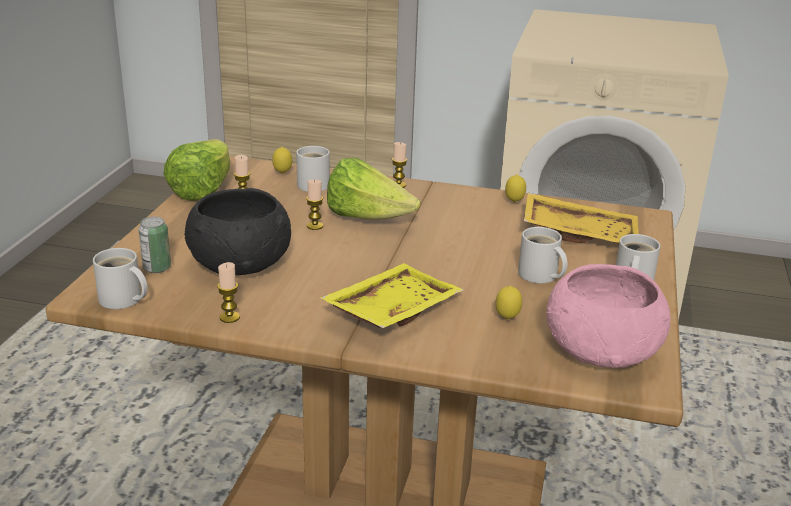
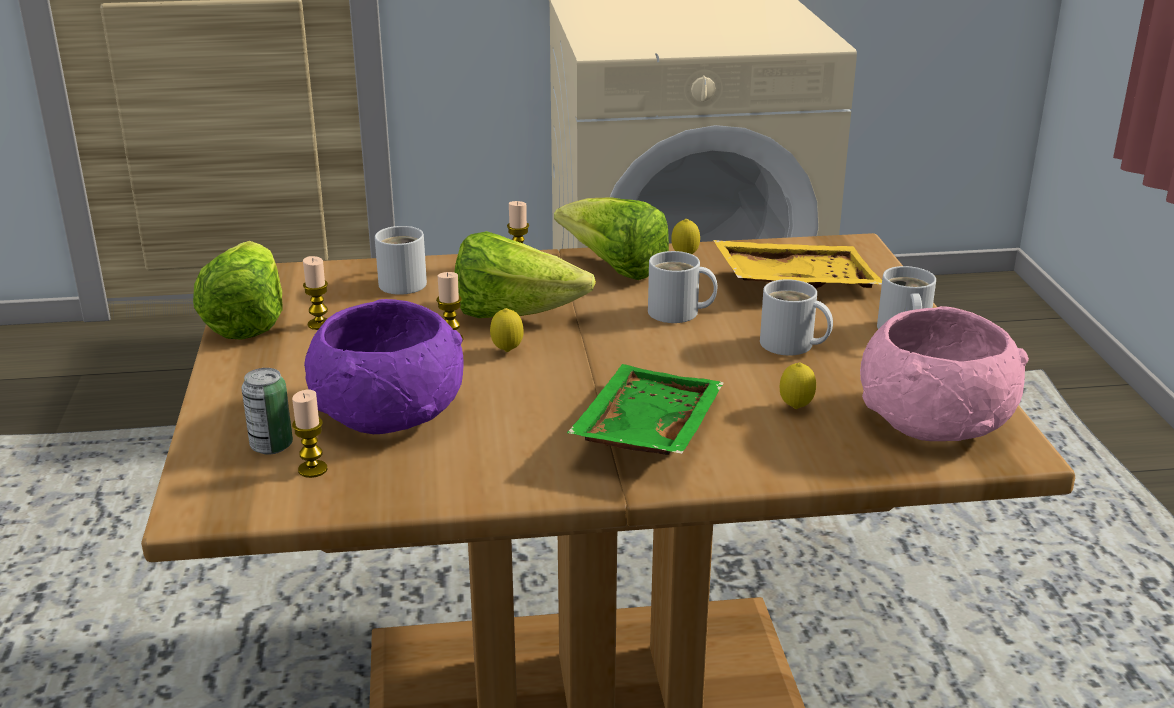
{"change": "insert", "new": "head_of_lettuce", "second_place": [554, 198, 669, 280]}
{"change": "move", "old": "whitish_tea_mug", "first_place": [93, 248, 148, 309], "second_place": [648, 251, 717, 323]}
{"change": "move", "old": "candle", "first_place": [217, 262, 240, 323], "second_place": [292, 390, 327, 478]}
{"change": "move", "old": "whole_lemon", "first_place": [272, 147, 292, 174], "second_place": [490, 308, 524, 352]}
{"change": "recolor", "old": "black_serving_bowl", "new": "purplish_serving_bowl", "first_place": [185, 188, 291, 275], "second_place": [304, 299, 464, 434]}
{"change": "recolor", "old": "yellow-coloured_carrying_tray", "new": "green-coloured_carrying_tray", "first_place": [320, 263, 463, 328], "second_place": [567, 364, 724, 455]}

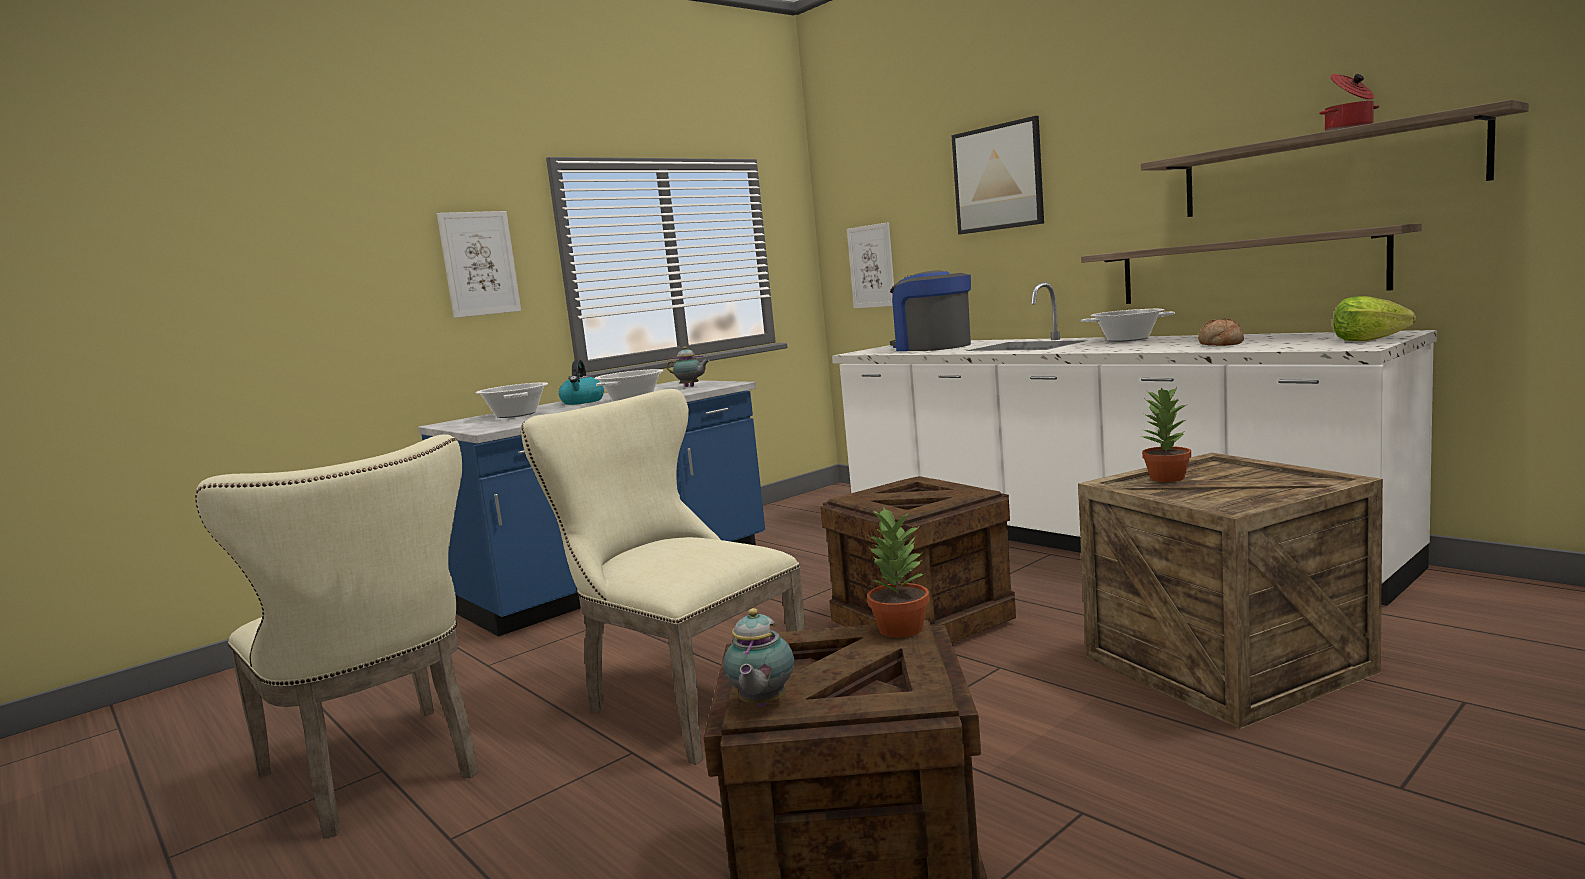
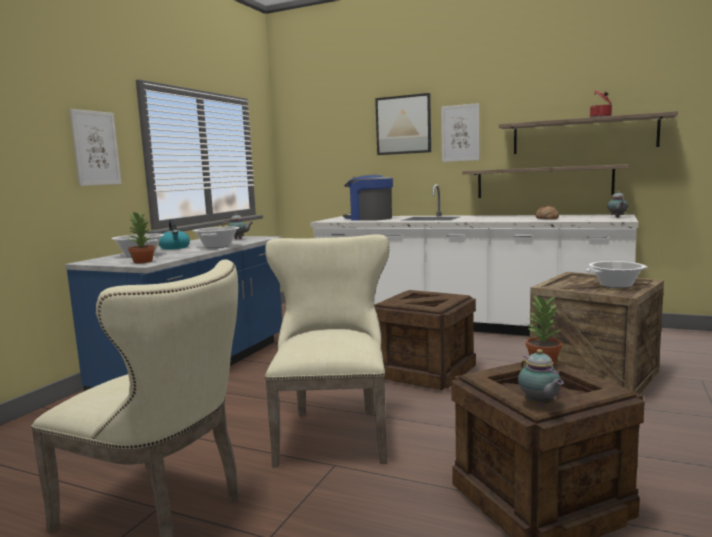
{"change": "move", "old": "wall_picture", "first_place": [847, 222, 894, 309], "second_place": [441, 103, 480, 162]}
{"change": "move", "old": "saucepot", "first_place": [1081, 309, 1175, 342], "second_place": [585, 261, 648, 288]}
{"change": "move", "old": "potted_plant", "first_place": [1141, 387, 1191, 482], "second_place": [128, 211, 155, 263]}
{"change": "replace", "old": "head_of_lettuce", "new": "pot_for_tea", "first_place": [1334, 296, 1416, 341], "second_place": [607, 191, 628, 218]}
{"change": "rotate", "old": "beige-coloured_plain_chair", "first_place": [521, 389, 806, 765], "second_place": [265, 235, 389, 467], "degrees": 75}

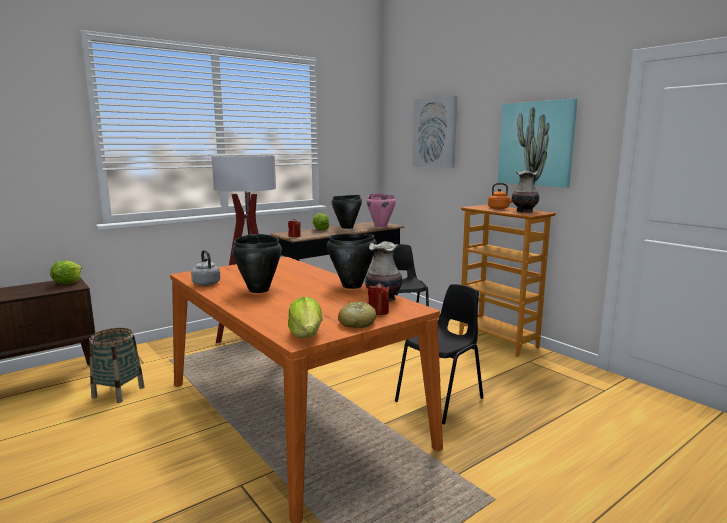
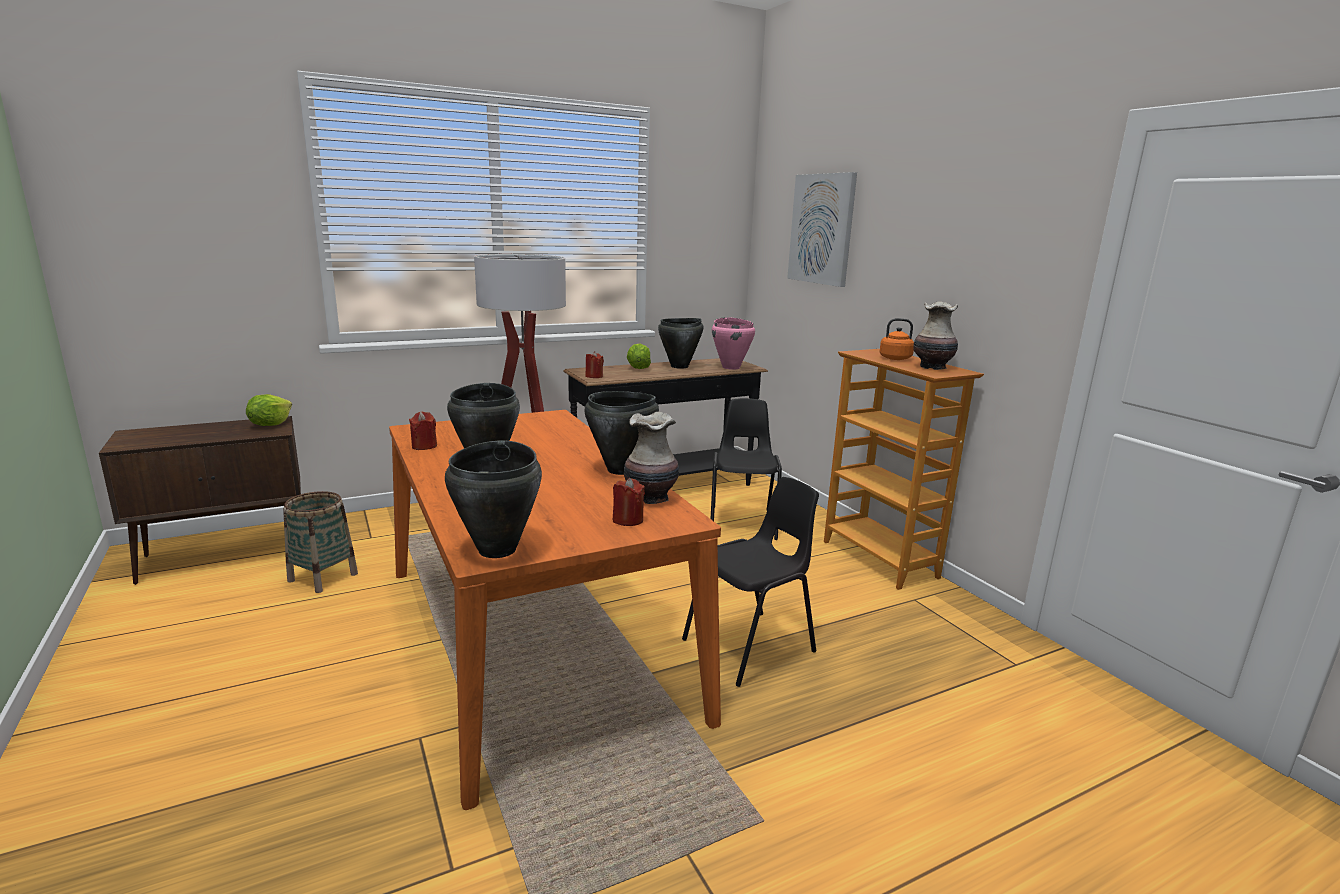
{"change": "delete", "old": "bread", "first_place": [338, 301, 376, 328]}
{"change": "delete", "old": "wall_picture", "first_place": [498, 99, 578, 188]}
{"change": "replace", "old": "greyish_tea_kettle", "new": "reddish_candle", "first_place": [191, 250, 220, 286], "second_place": [409, 412, 437, 450]}
{"change": "replace", "old": "head_of_lettuce", "new": "black_saucepot", "first_place": [288, 297, 323, 338], "second_place": [445, 440, 542, 558]}

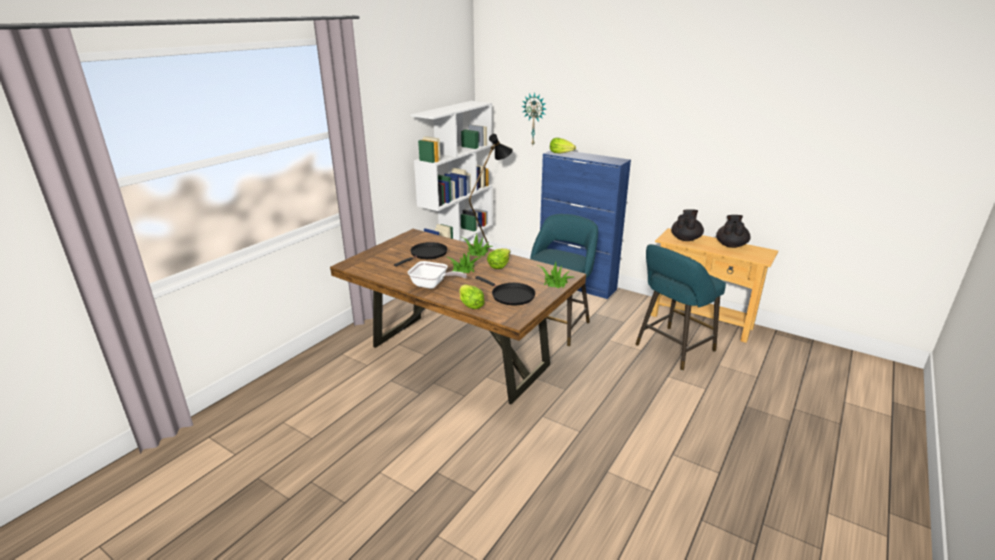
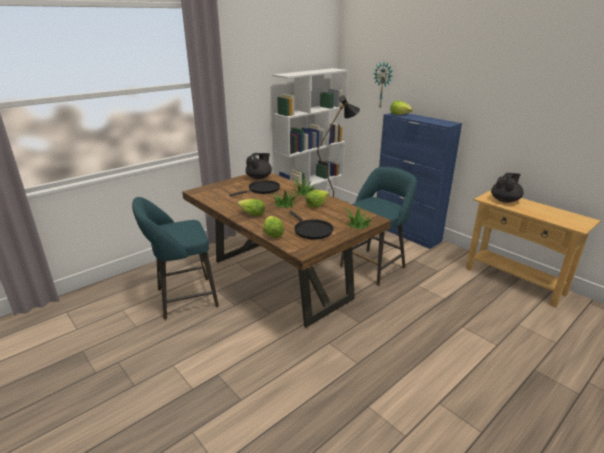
{"change": "move", "old": "turquoise_stool", "first_place": [635, 244, 726, 371], "second_place": [132, 197, 219, 320]}
{"change": "move", "old": "black_pot_for_tea", "first_place": [716, 215, 751, 248], "second_place": [245, 153, 272, 180]}
{"change": "replace", "old": "skillet", "new": "head_of_lettuce", "first_place": [408, 261, 467, 289], "second_place": [237, 199, 265, 216]}

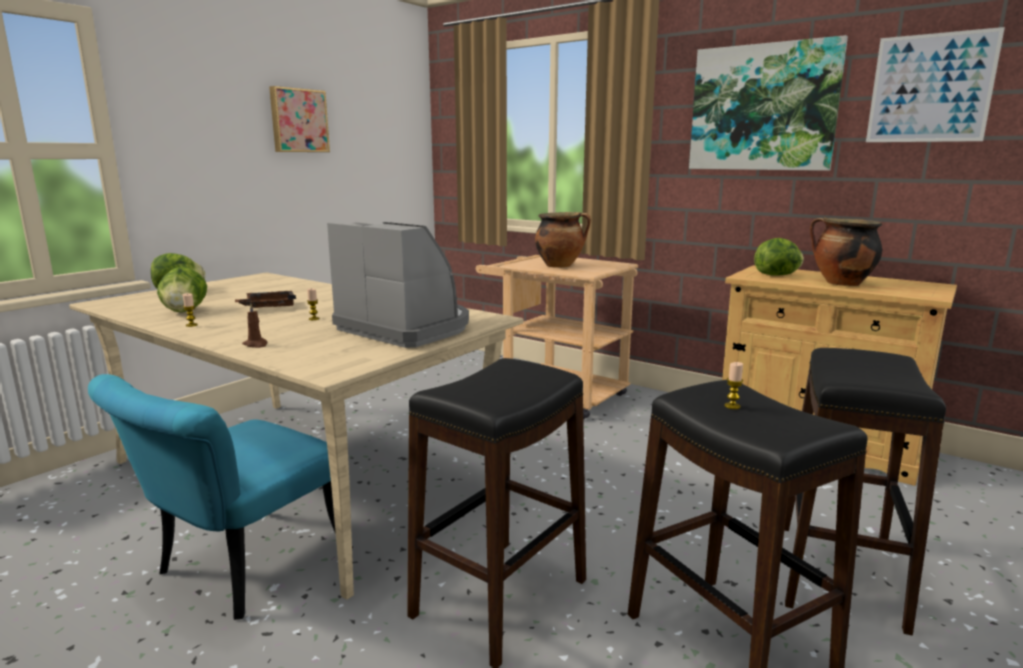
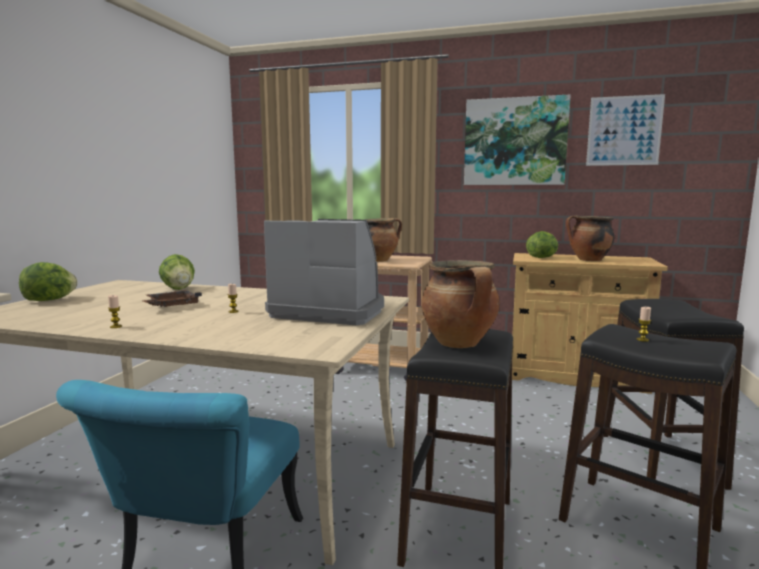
{"change": "delete", "old": "brown-coloured_candle", "first_place": [242, 304, 267, 348]}
{"change": "delete", "old": "wall_picture", "first_place": [269, 86, 330, 152]}
{"change": "insert", "new": "saucepot", "second_place": [421, 260, 500, 348]}
{"change": "move", "old": "head_of_lettuce", "first_place": [157, 266, 207, 313], "second_place": [159, 254, 195, 290]}

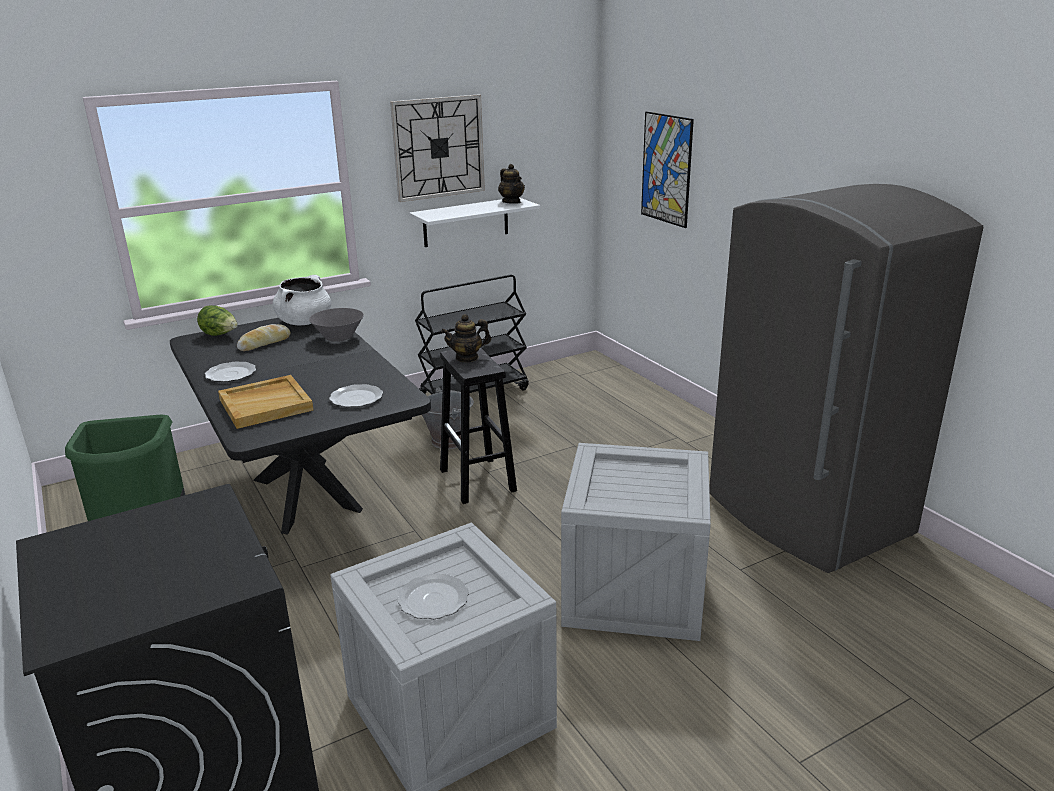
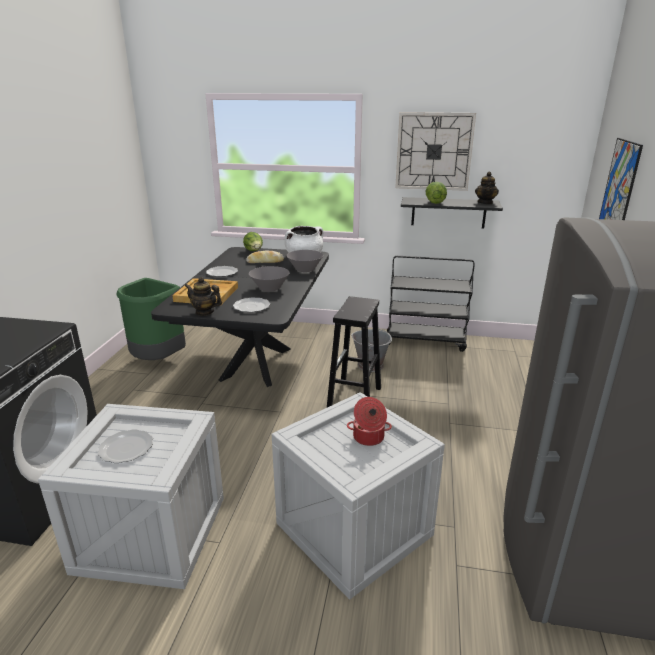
{"change": "insert", "new": "greyish_serving_bowl", "second_place": [249, 266, 290, 292]}
{"change": "insert", "new": "saucepot", "second_place": [347, 397, 392, 446]}
{"change": "insert", "new": "head_of_lettuce", "second_place": [426, 182, 447, 204]}
{"change": "move", "old": "pot_for_tea", "first_place": [441, 314, 491, 362], "second_place": [185, 277, 222, 316]}
{"change": "recolor", "old": "whitish_wall_shelf", "new": "black_wall_shelf", "first_place": [409, 198, 540, 247], "second_place": [401, 197, 503, 229]}

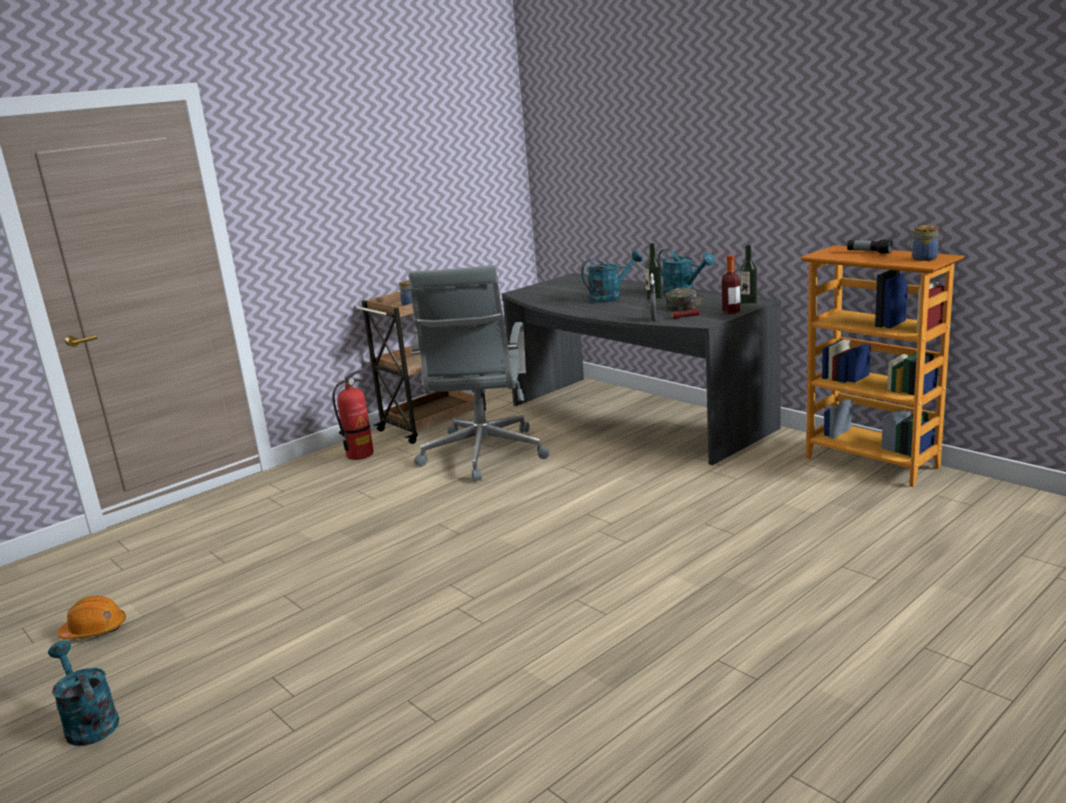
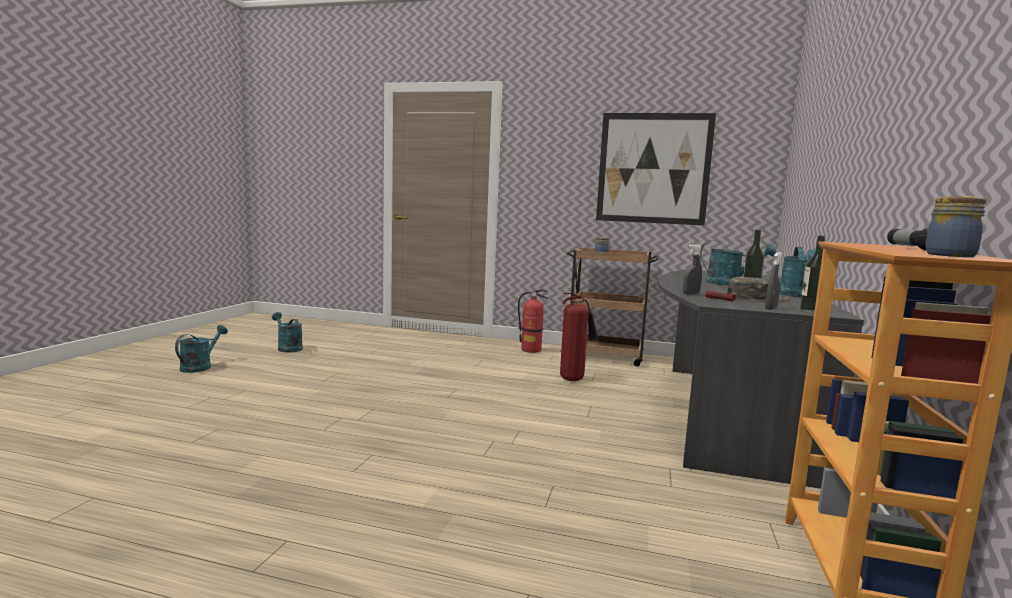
{"change": "insert", "new": "wall_picture", "second_place": [596, 113, 716, 225]}
{"change": "replace", "old": "orange_work_helmet", "new": "turquoise_watering_can", "first_place": [58, 596, 126, 639], "second_place": [272, 312, 303, 353]}
{"change": "replace", "old": "greyish_office_chair", "new": "extinguisher", "first_place": [408, 265, 549, 482], "second_place": [560, 293, 598, 381]}
{"change": "replace", "old": "drink_bottle", "new": "greyish_hand_sprayer", "first_place": [722, 255, 740, 314], "second_place": [765, 252, 782, 310]}

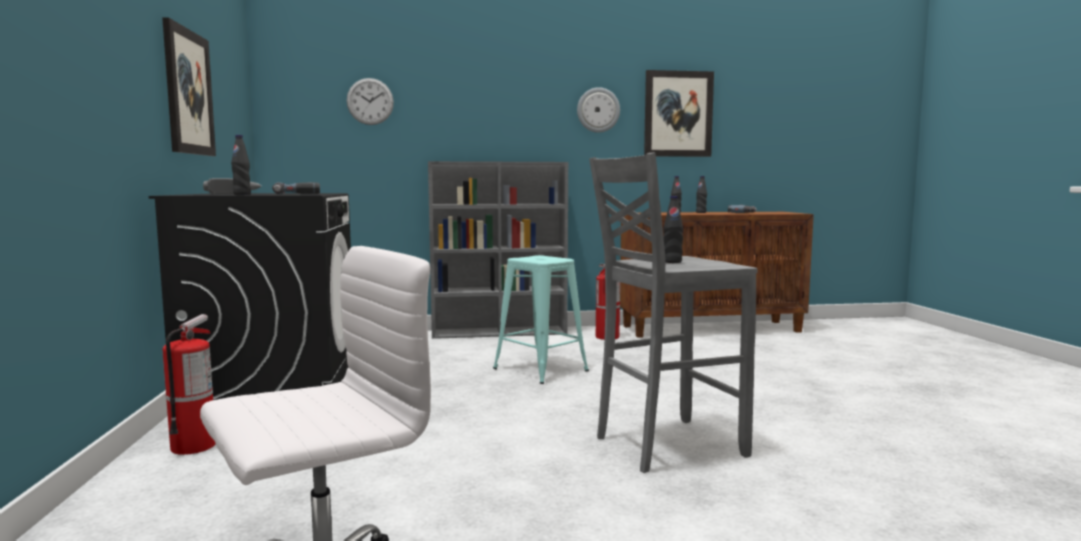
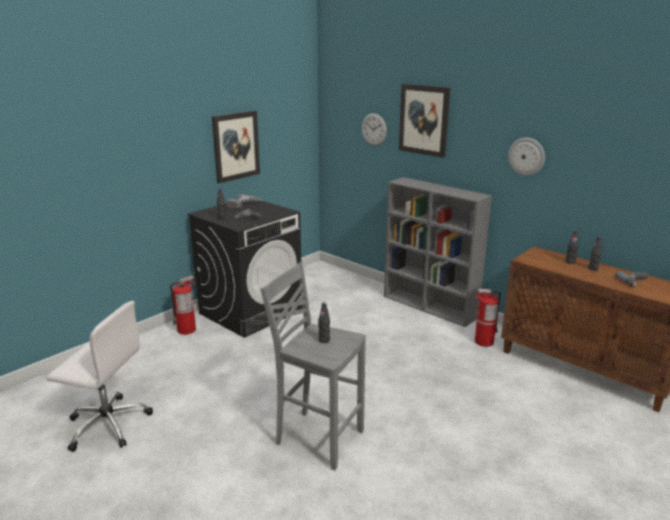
{"change": "delete", "old": "turquoise_stool", "first_place": [493, 255, 589, 384]}
{"change": "move", "old": "wall_picture", "first_place": [644, 70, 714, 157], "second_place": [399, 84, 450, 158]}

